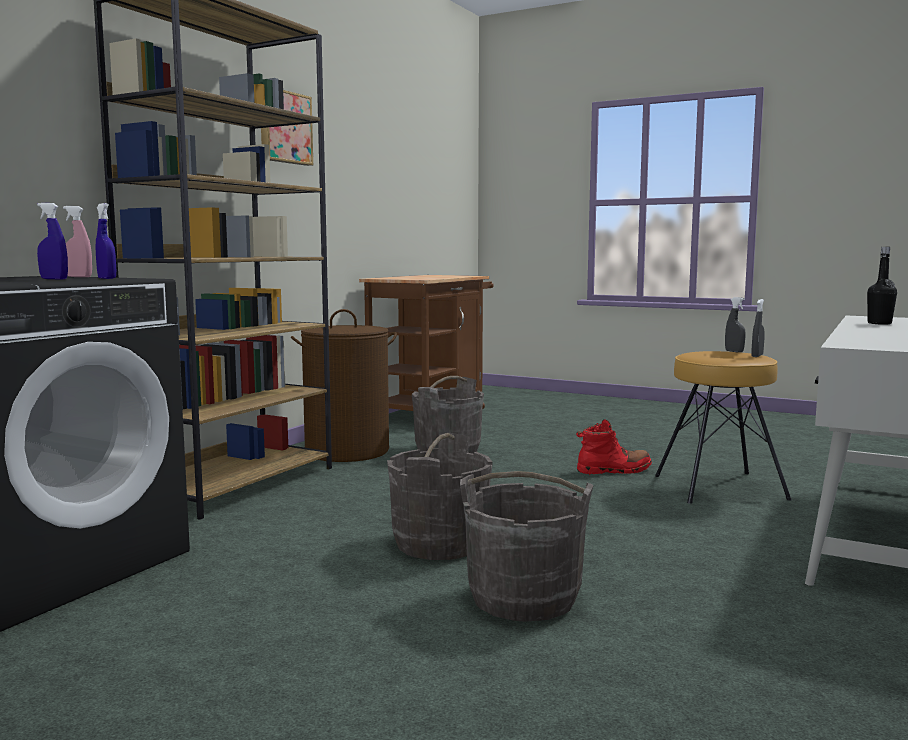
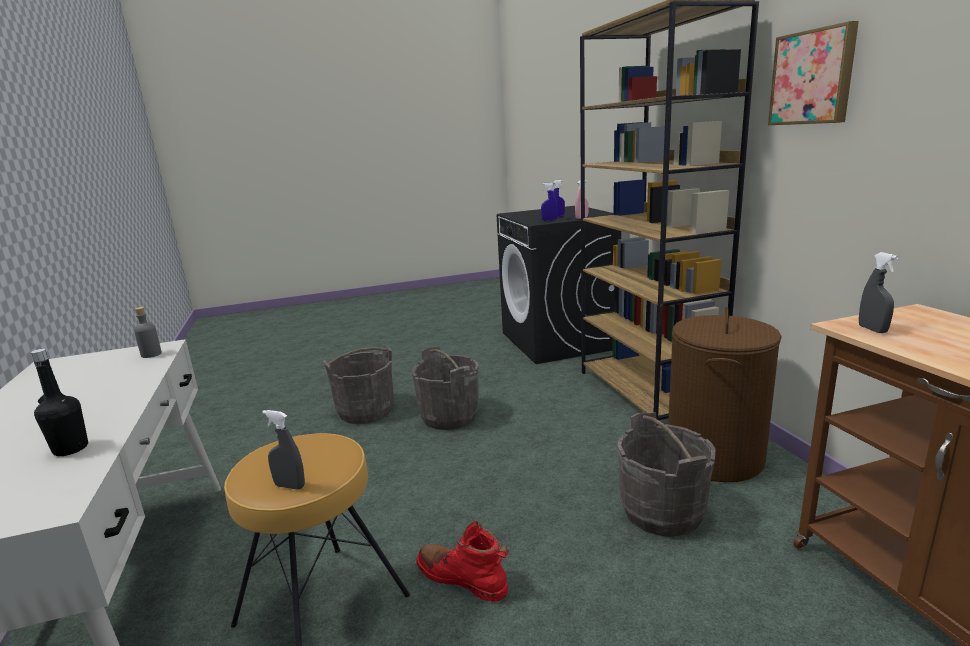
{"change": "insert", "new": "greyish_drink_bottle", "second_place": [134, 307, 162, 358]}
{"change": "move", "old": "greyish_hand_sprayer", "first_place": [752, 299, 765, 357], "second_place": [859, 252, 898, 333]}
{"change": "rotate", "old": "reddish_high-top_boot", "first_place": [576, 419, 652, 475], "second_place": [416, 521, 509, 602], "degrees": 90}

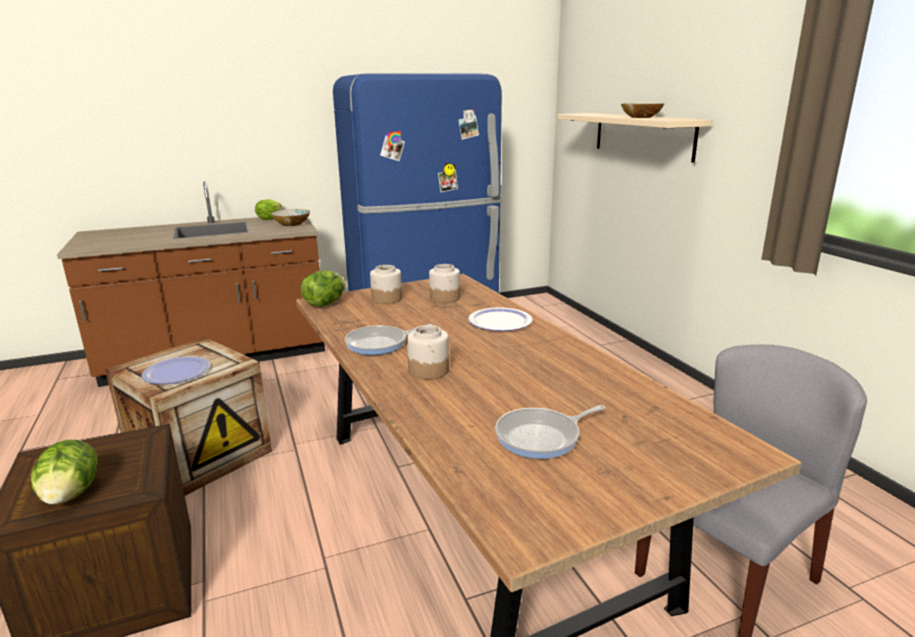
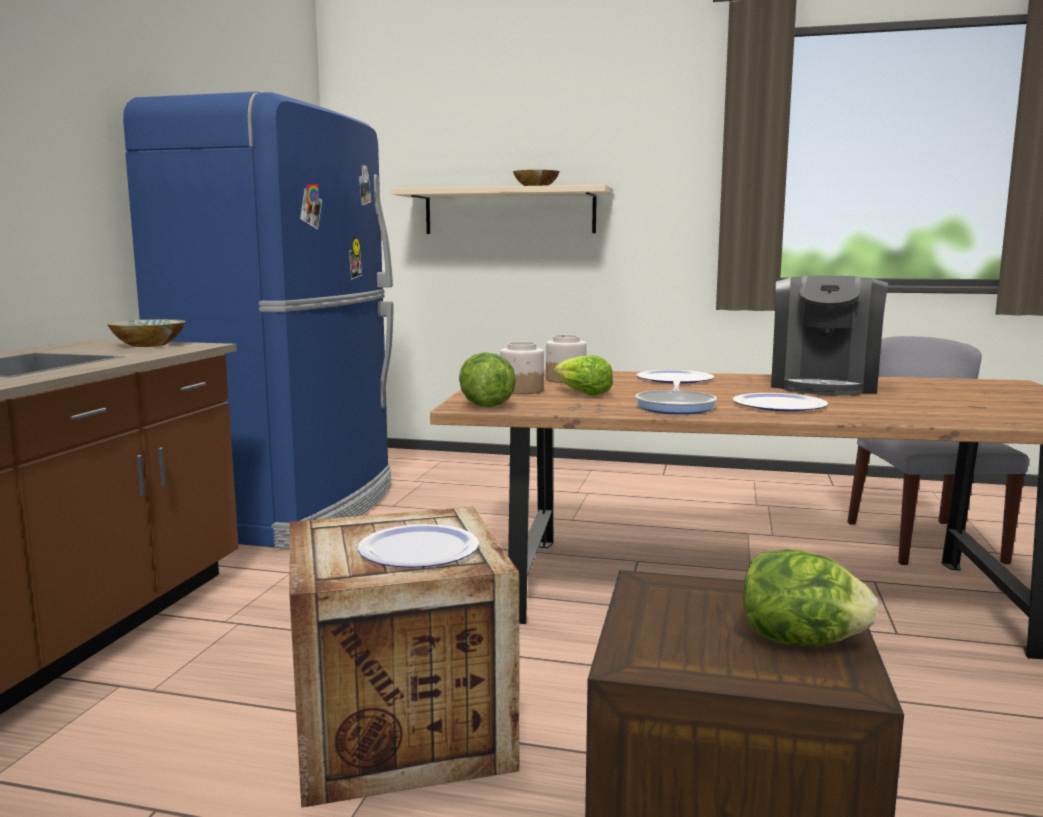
{"change": "delete", "old": "skillet", "first_place": [495, 405, 606, 459]}
{"change": "insert", "new": "coffee_machine", "second_place": [771, 275, 888, 396]}
{"change": "move", "old": "head_of_lettuce", "first_place": [255, 199, 282, 220], "second_place": [554, 355, 613, 396]}
{"change": "replace", "old": "storage_jar", "new": "plate", "first_place": [407, 325, 449, 380], "second_place": [733, 393, 828, 411]}

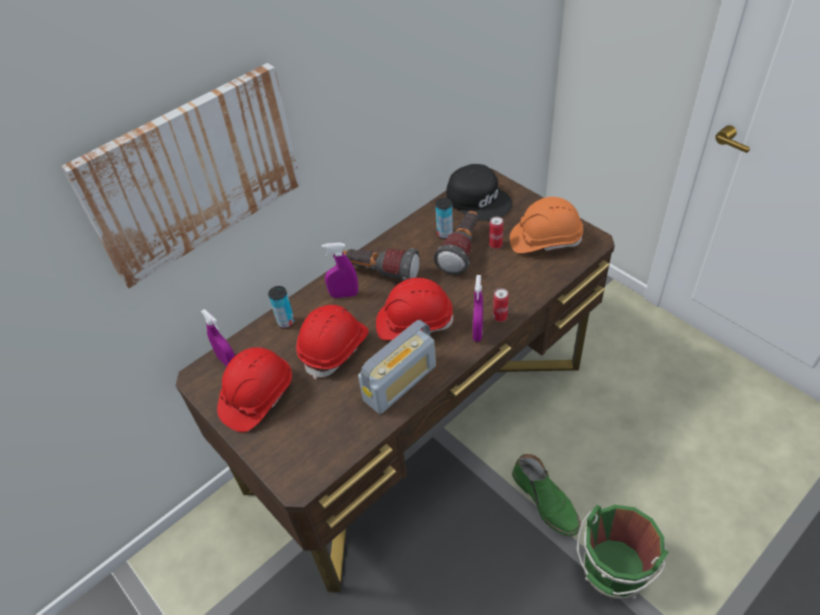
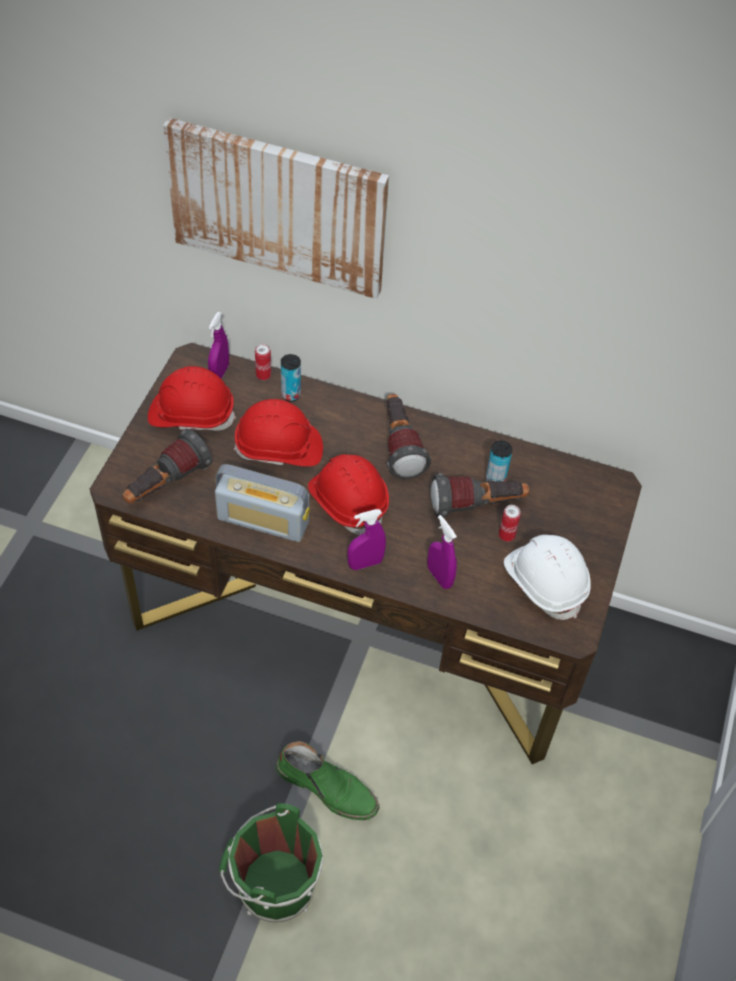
{"change": "delete", "old": "black_baseball_cap", "first_place": [446, 164, 512, 221]}
{"change": "insert", "new": "hand_torch", "second_place": [123, 429, 212, 504]}
{"change": "move", "old": "purplish_hand_sprayer", "first_place": [322, 243, 358, 298], "second_place": [427, 515, 457, 589]}
{"change": "move", "old": "can", "first_place": [493, 288, 509, 322], "second_place": [255, 344, 271, 380]}
{"change": "recolor", "old": "orange_work_helmet", "new": "whitish_work_helmet", "first_place": [510, 197, 583, 253], "second_place": [504, 535, 591, 620]}
{"change": "rotate", "old": "green-coloured_high-top_boot", "first_place": [512, 454, 581, 536], "second_place": [276, 741, 380, 820], "degrees": -90}

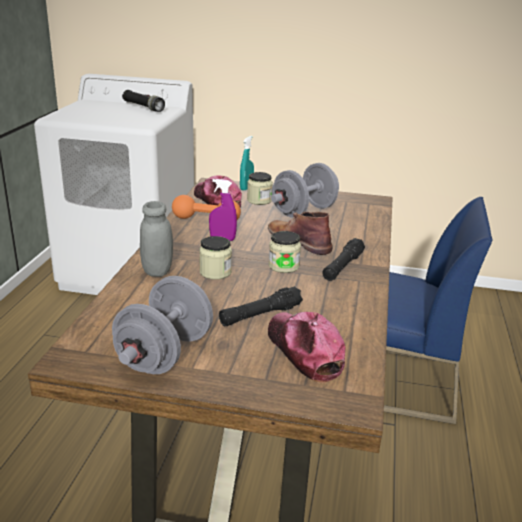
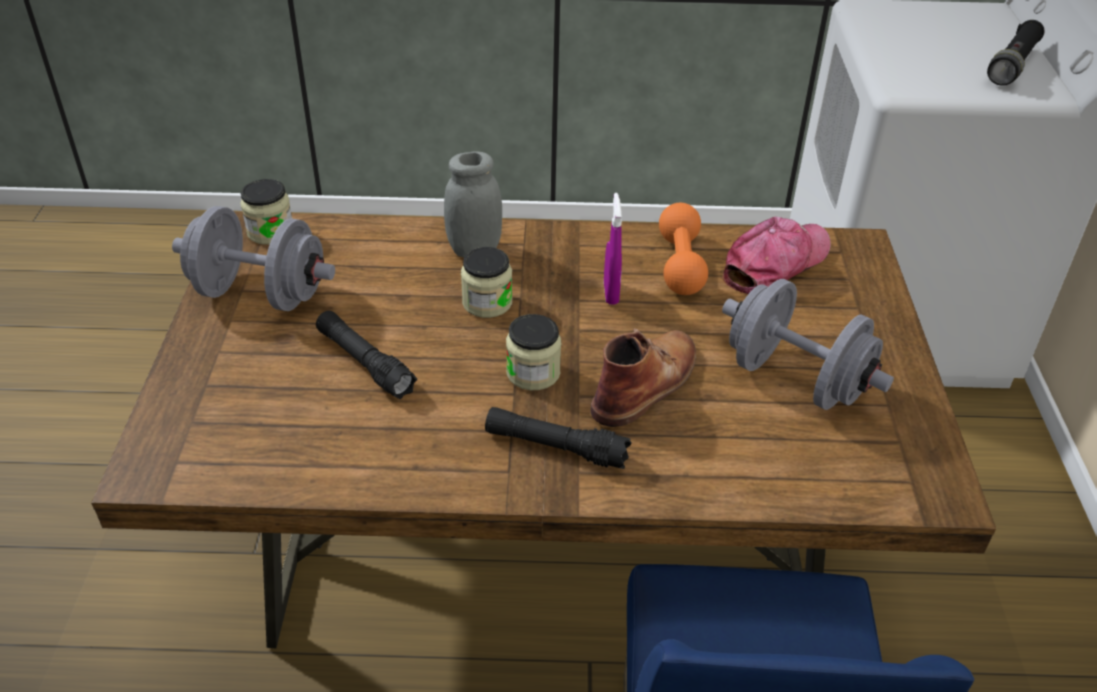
{"change": "delete", "old": "turquoise_hand_sprayer", "first_place": [240, 136, 254, 190]}
{"change": "delete", "old": "baseball_cap", "first_place": [268, 312, 345, 382]}
{"change": "move", "old": "storage_jar", "first_place": [247, 172, 273, 205], "second_place": [240, 179, 292, 245]}

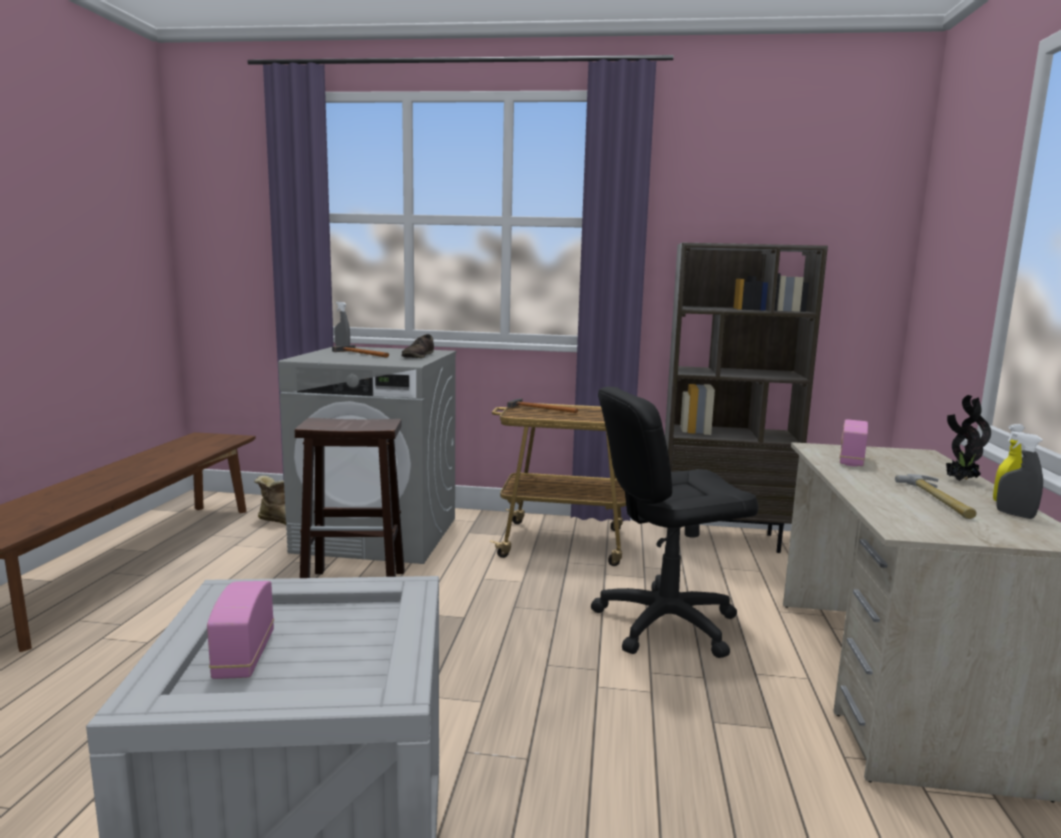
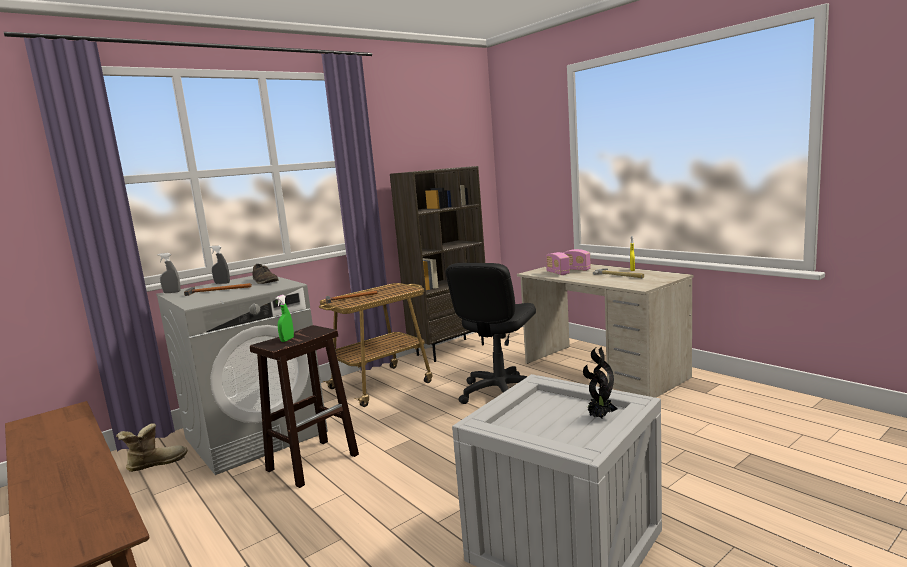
{"change": "insert", "new": "green-coloured_hand_sprayer", "second_place": [275, 295, 294, 342]}
{"change": "move", "old": "radio_receiver", "first_place": [207, 581, 274, 679], "second_place": [563, 249, 591, 271]}
{"change": "move", "old": "potted_plant", "first_place": [946, 395, 991, 481], "second_place": [583, 346, 618, 418]}
{"change": "move", "old": "greyish_hand_sprayer", "first_place": [997, 432, 1043, 519], "second_place": [210, 246, 230, 284]}

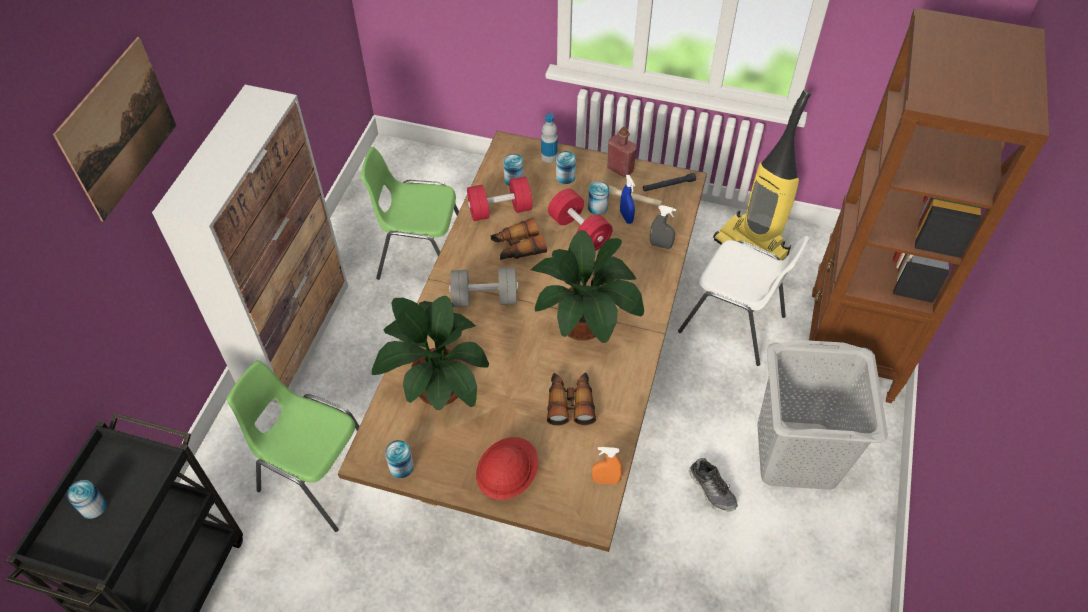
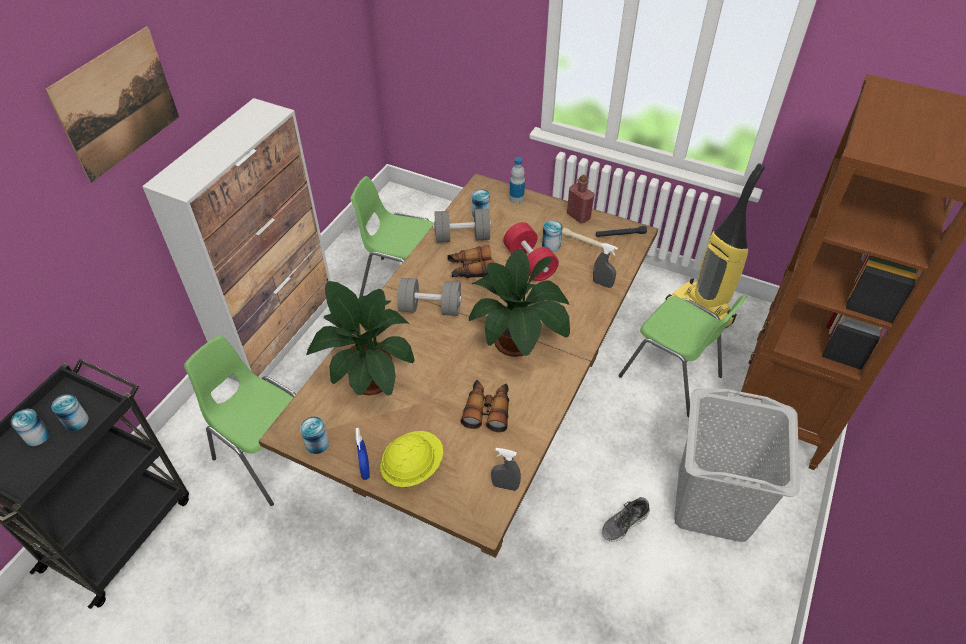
{"change": "move", "old": "can", "first_place": [556, 151, 576, 184], "second_place": [51, 394, 89, 431]}
{"change": "move", "old": "bluish_hand_sprayer", "first_place": [620, 175, 635, 224], "second_place": [355, 428, 370, 480]}
{"change": "recolor", "old": "reddish_free_weight", "new": "greyish_free_weight", "first_place": [467, 177, 532, 221], "second_place": [433, 209, 491, 243]}
{"change": "recolor", "old": "reddish_work_helmet", "new": "yellow-coloured_work_helmet", "first_place": [476, 437, 539, 500], "second_place": [380, 431, 443, 487]}
{"change": "recolor", "old": "orange_hand_sprayer", "new": "greyish_hand_sprayer", "first_place": [592, 447, 623, 484], "second_place": [491, 448, 521, 491]}
{"change": "recolor", "old": "whitish_plain_chair", "new": "green-coloured_plain_chair", "first_place": [678, 236, 810, 366], "second_place": [618, 295, 748, 417]}
{"change": "rotate", "old": "shoe", "first_place": [689, 458, 738, 512], "second_place": [602, 497, 650, 542], "degrees": 75}

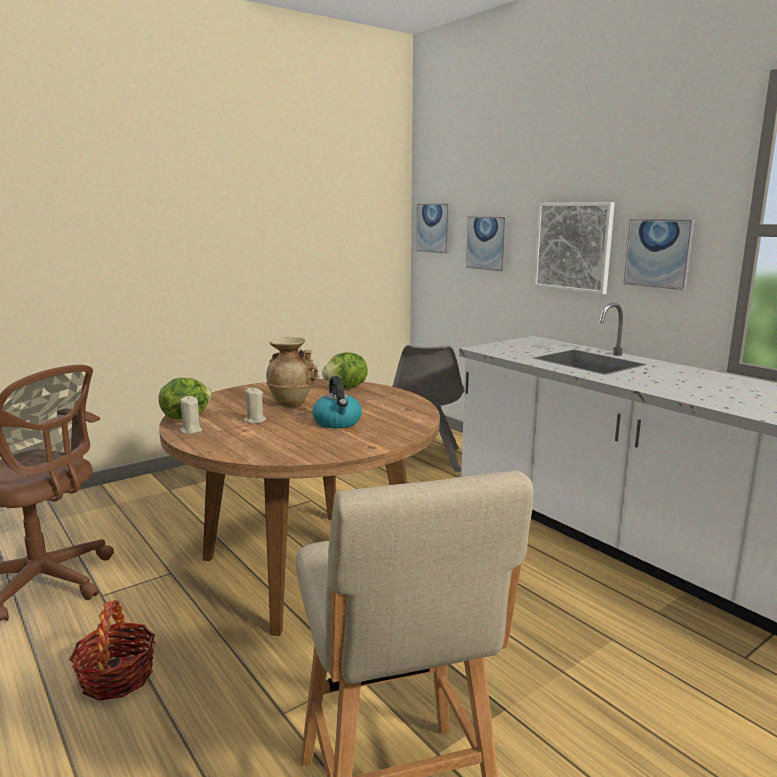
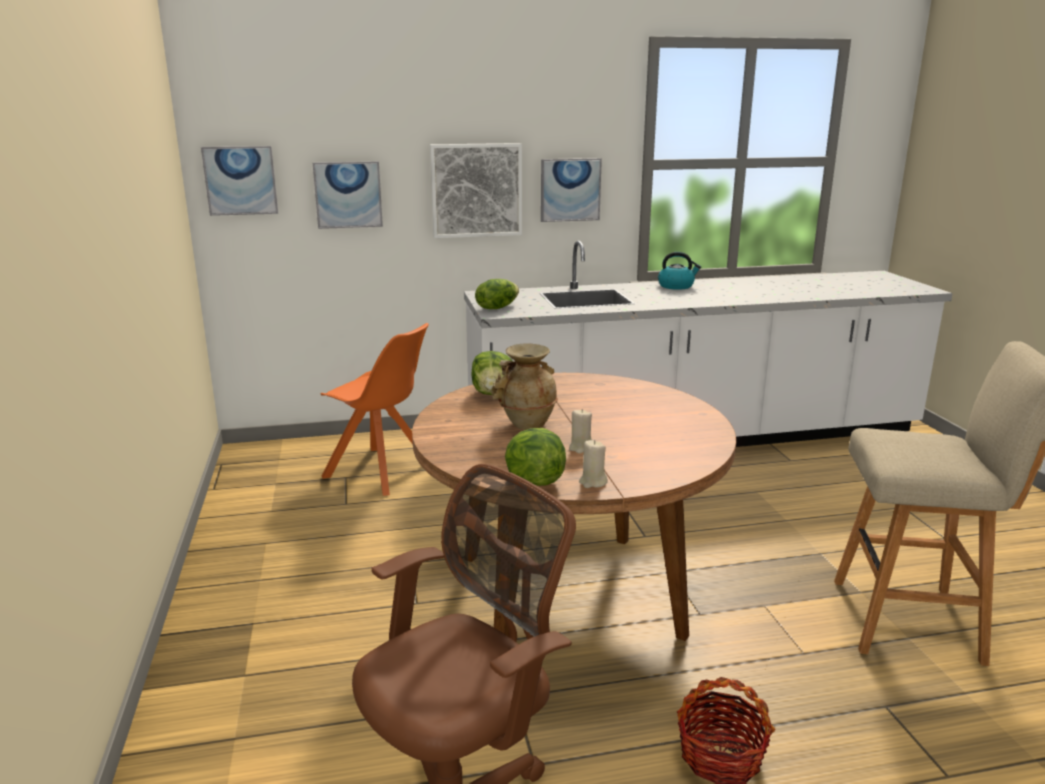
{"change": "insert", "new": "head_of_lettuce", "second_place": [475, 279, 519, 309]}
{"change": "move", "old": "tea_kettle", "first_place": [312, 376, 362, 428], "second_place": [658, 252, 701, 290]}
{"change": "recolor", "old": "greyish_plain_chair", "new": "orange_plain_chair", "first_place": [392, 345, 464, 472], "second_place": [320, 323, 429, 496]}

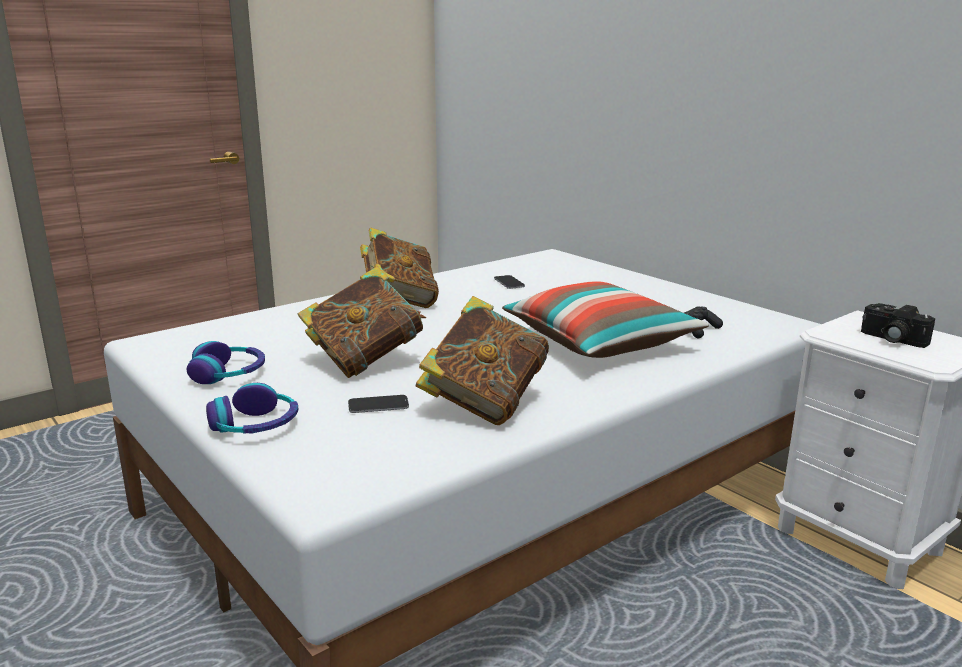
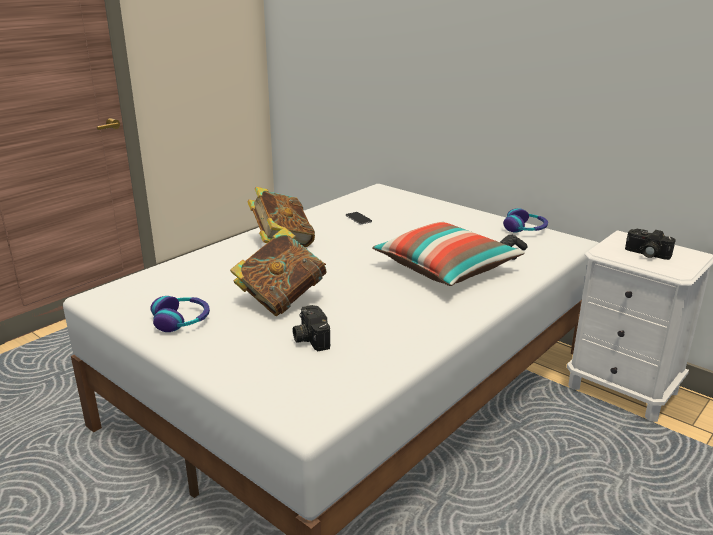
{"change": "delete", "old": "book", "first_place": [416, 296, 549, 425]}
{"change": "move", "old": "pair_of_headphones", "first_place": [206, 383, 298, 434], "second_place": [503, 208, 548, 233]}
{"change": "replace", "old": "handset", "new": "still_camera", "first_place": [348, 395, 409, 413], "second_place": [293, 305, 330, 351]}

